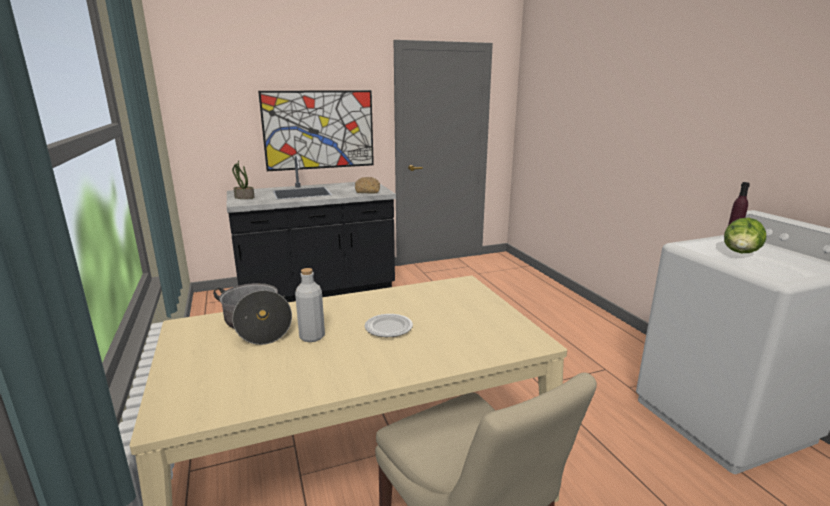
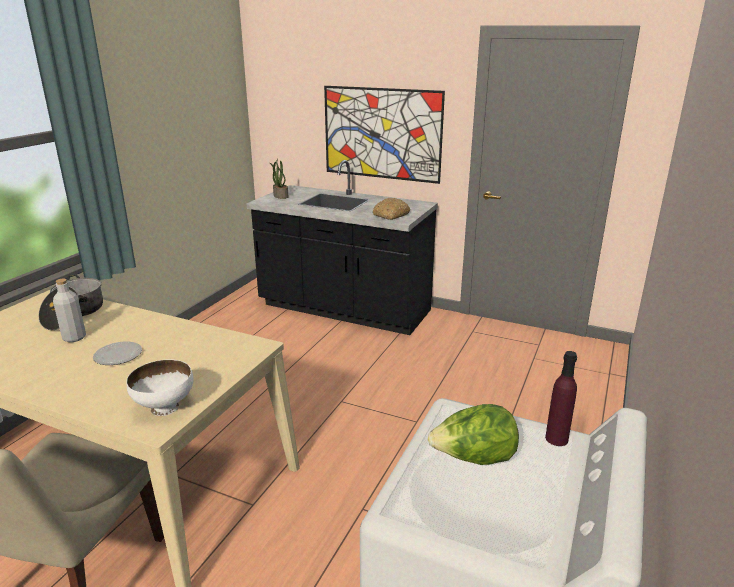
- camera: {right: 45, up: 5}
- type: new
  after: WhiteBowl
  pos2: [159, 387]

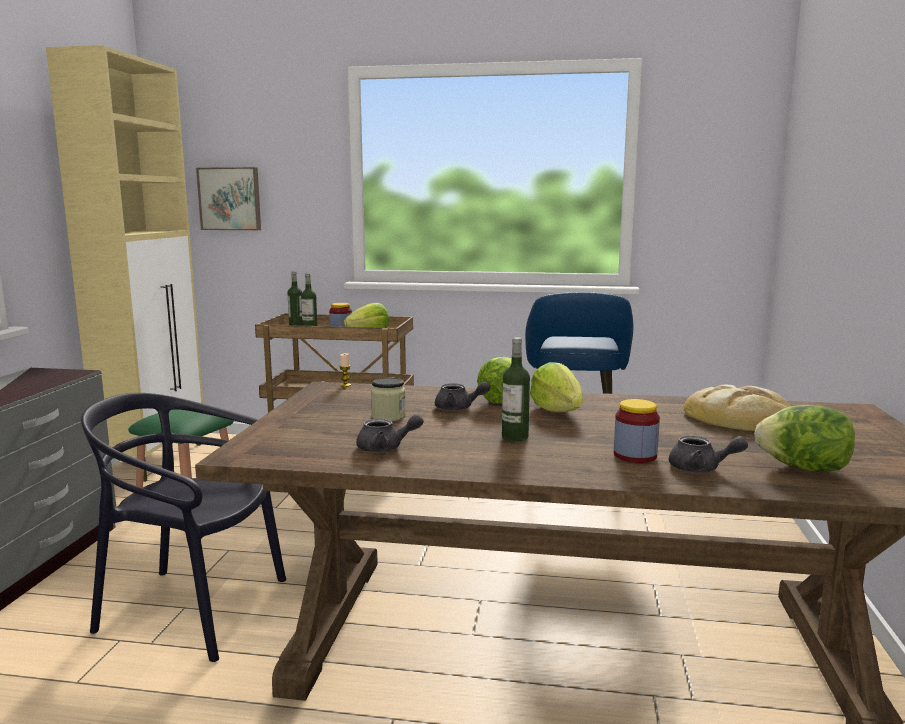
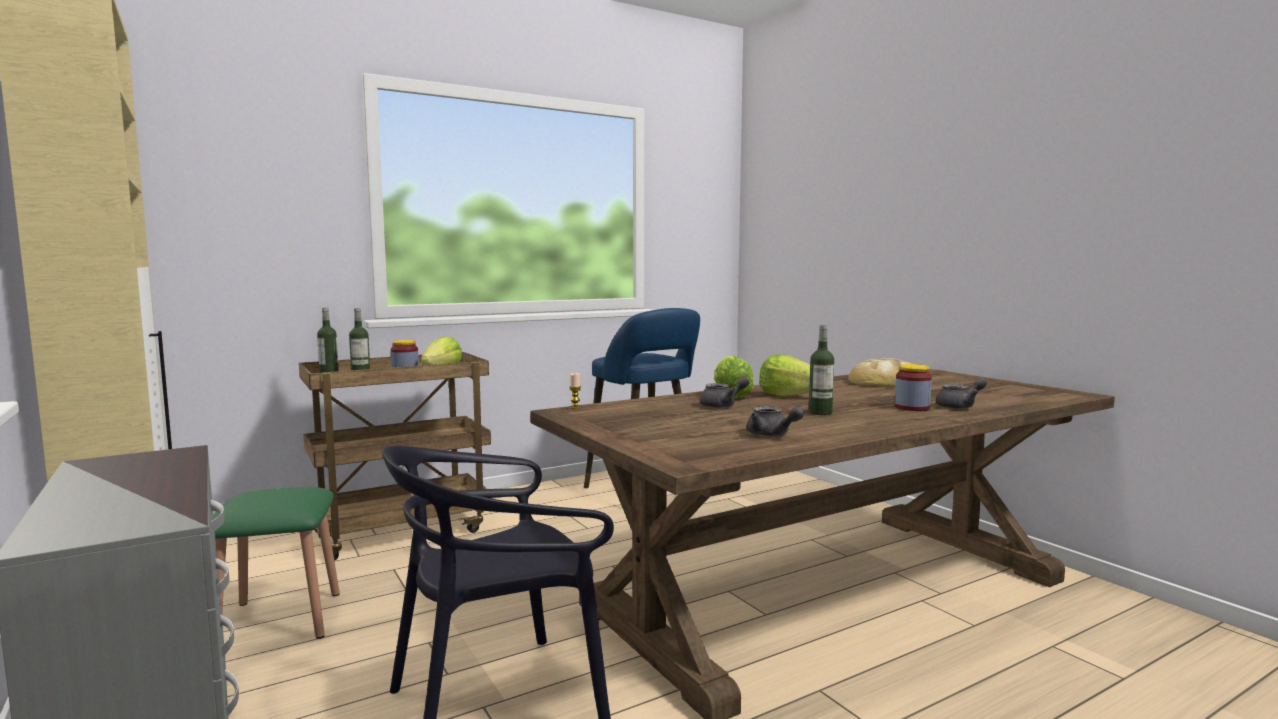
- camera: {right: -40, up: -5}
- type: gone
  before: WallArt
  pos1: [228, 198]
- type: rotated
  before: GreyPotForTea
  pos1: [390, 433]
  pos2: [775, 421]
  turn: 90
- type: gone
  before: Jar
  pos1: [388, 399]
- type: gone
  before: LettuceHead
  pos1: [804, 438]

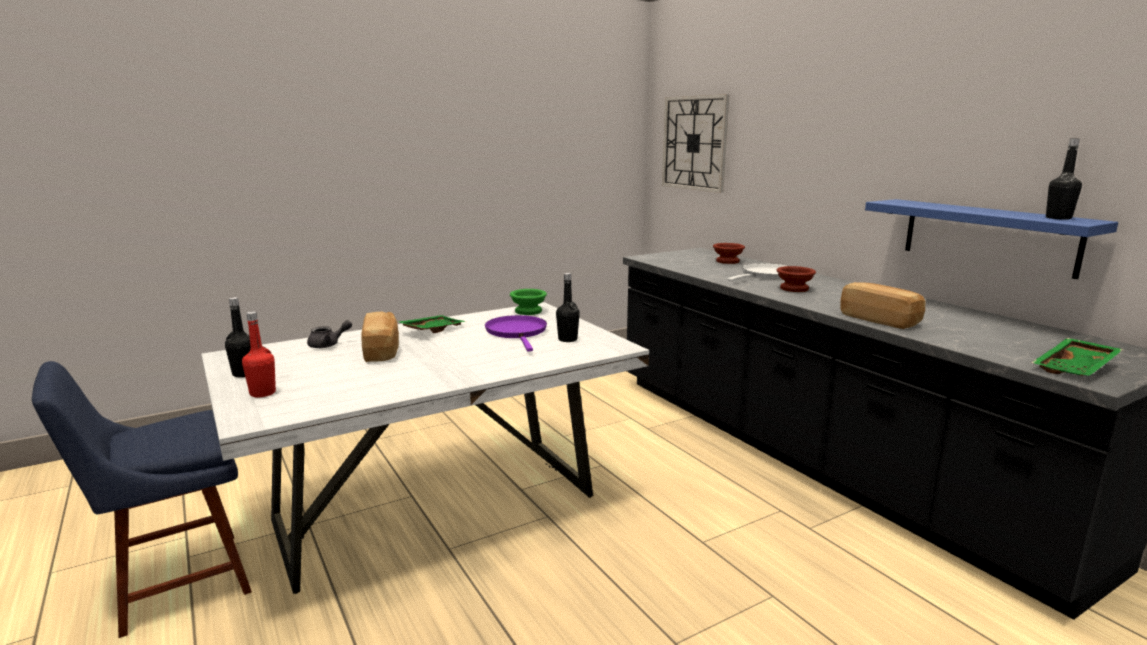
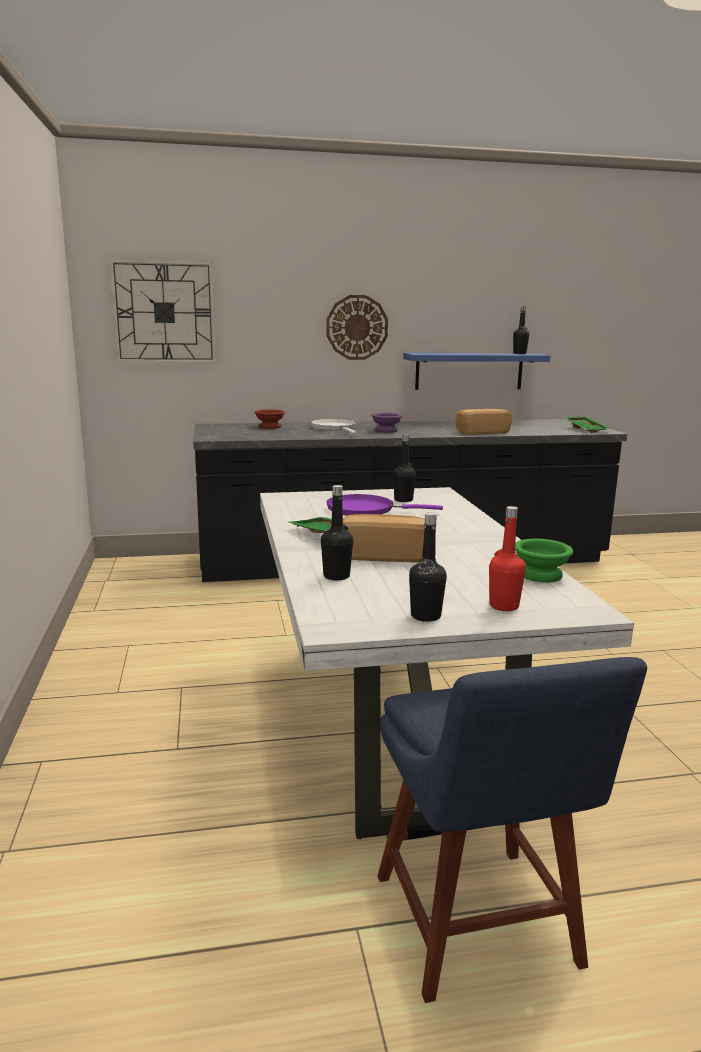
- camera: {right: -70, up: 0}
- type: swapped
  before: GreyPotForTea
  after: BlackishDrinkBottle
  pos1: [329, 334]
  pos2: [337, 533]
- type: shifted
  before: GreenishBowl
  pos1: [528, 302]
  pos2: [544, 561]
- type: repainted
  before: BrownColouredBowl
  after: PurpleBowl
  pos1: [796, 279]
  pos2: [386, 422]
- type: new
  after: ClockOnTheWall
  pos2: [357, 327]

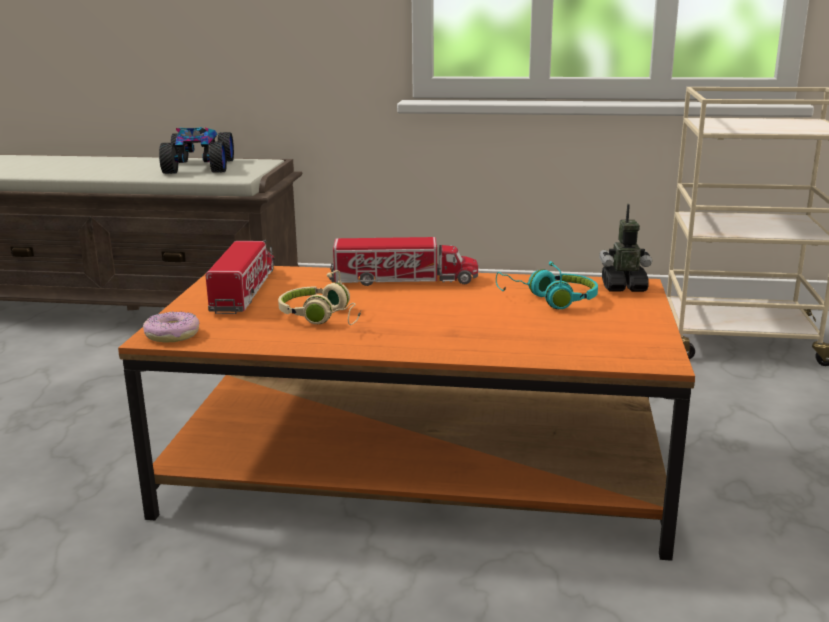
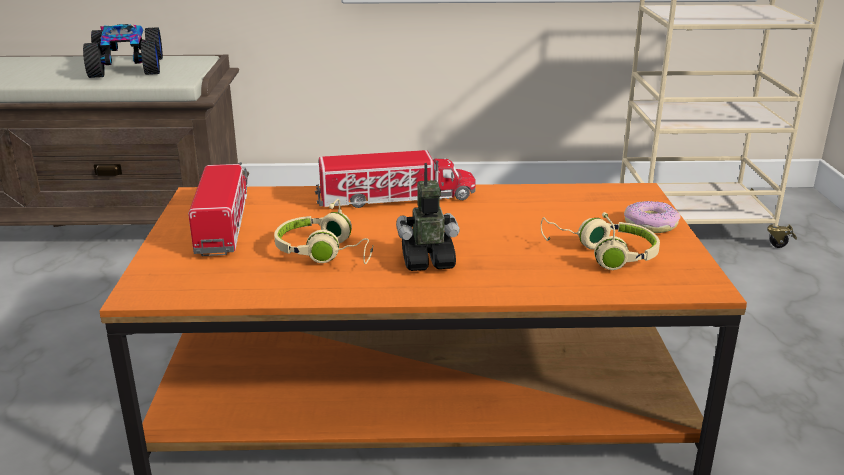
- camera: {right: -10, up: 5}
- type: shifted
  before: RingDoughnut
  pos1: [171, 327]
  pos2: [652, 217]
- type: gone
  before: TurquoiseColouredHeadset
  pos1: [547, 285]
- type: shifted
  before: ModelRobot
  pos1: [625, 248]
  pos2: [428, 217]
- type: new
  after: BeigeColouredHeadset
  pos2: [600, 241]

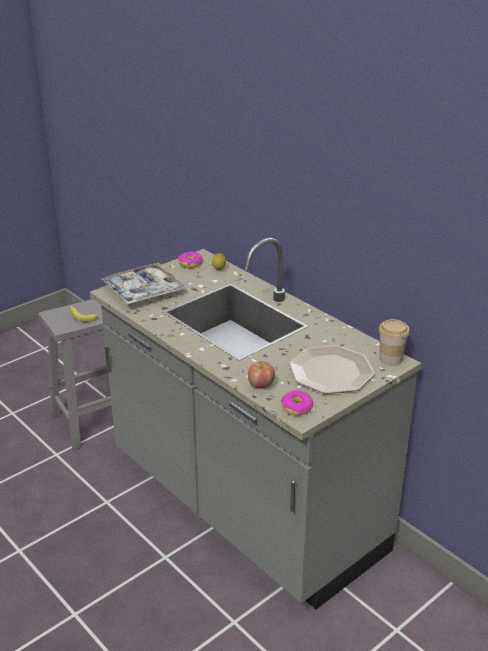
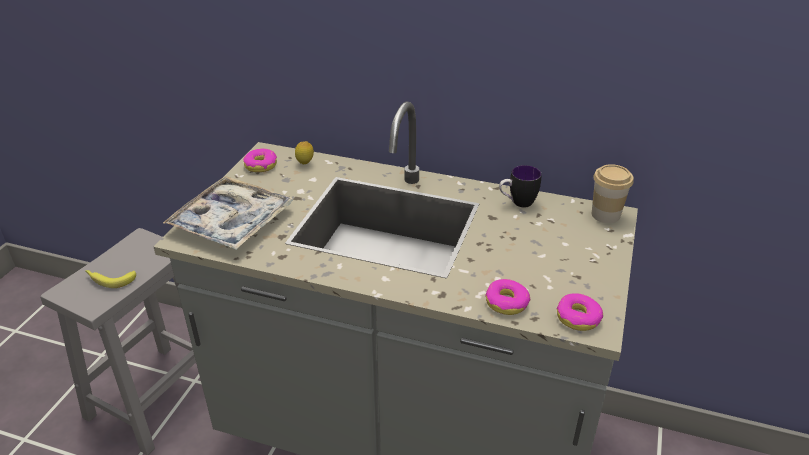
- camera: {right: -30, up: 5}
- type: swapped
  before: WholeApple
  after: RingDoughnut
  pos1: [261, 375]
  pos2: [507, 297]
- type: gone
  before: Plate
  pos1: [332, 369]
- type: new
  after: Mug
  pos2: [520, 186]

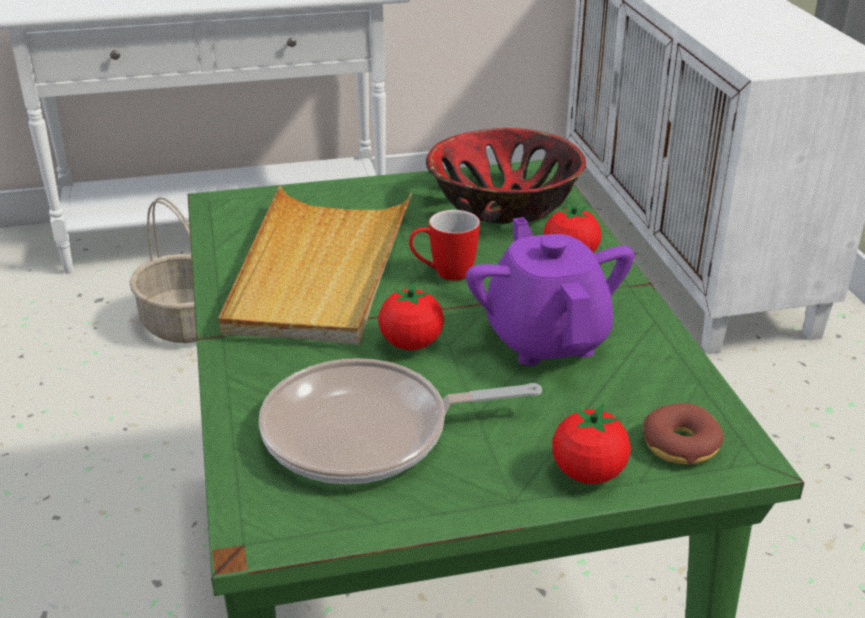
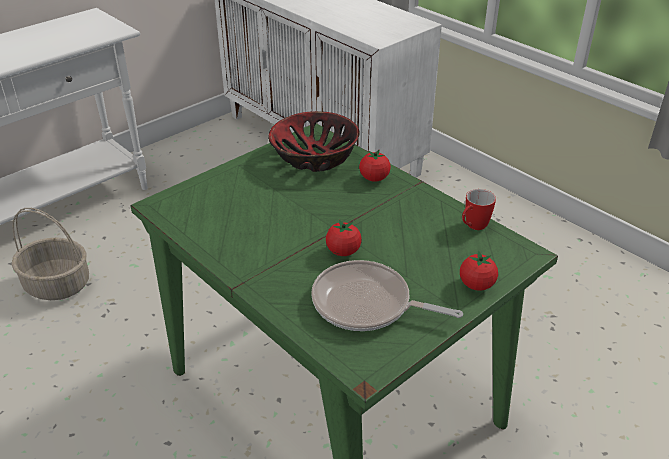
- camera: {right: -30, up: 5}
- type: gone
  before: BeigeColouredServingTray
  pos1: [315, 265]
- type: rotated
  before: Skillet
  pos1: [400, 421]
  pos2: [387, 295]
  turn: 60
- type: shifted
  before: Mug
  pos1: [444, 245]
  pos2: [479, 209]
- type: gone
  before: PurplePotForTea
  pos1: [550, 291]
- type: gone
  before: RingDoughnut
  pos1: [684, 434]

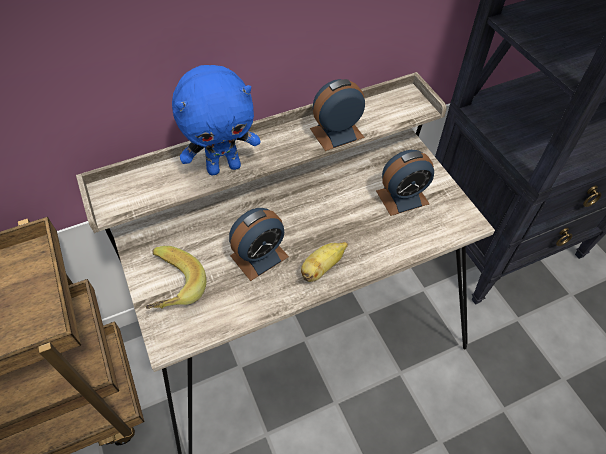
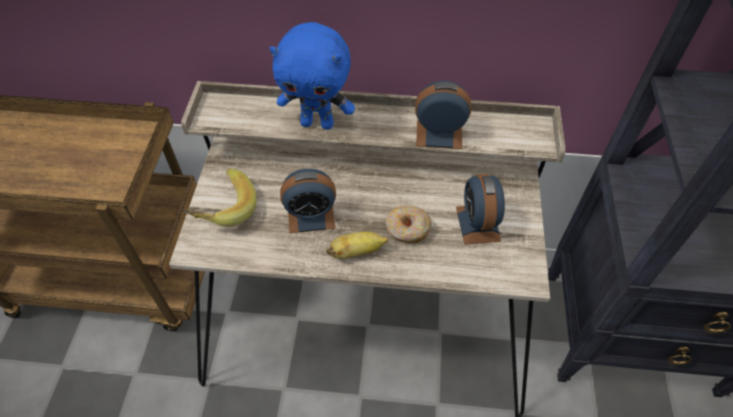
- camera: {right: 30, up: 0}
- type: rotated
  before: TableClock
  pos1: [405, 183]
  pos2: [480, 209]
  turn: 75
- type: new
  after: RingDoughnut
  pos2: [409, 224]

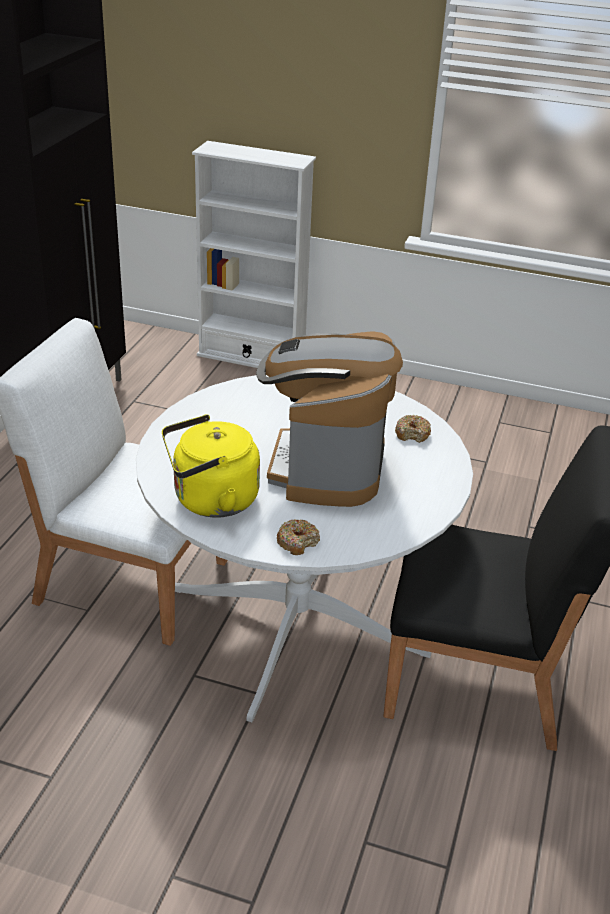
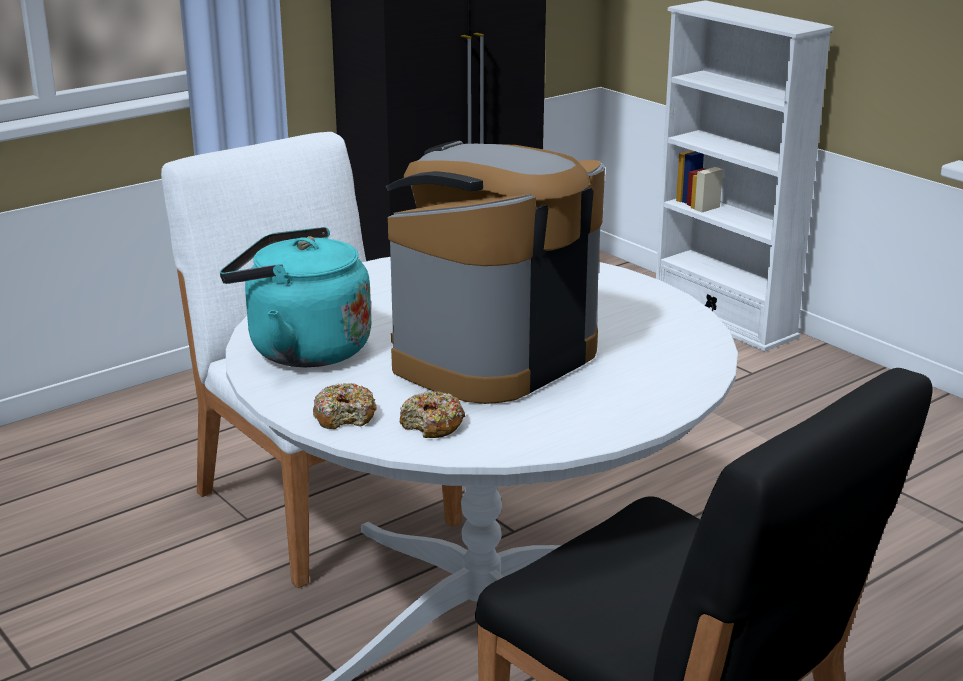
- camera: {right: 35, up: -10}
- type: repainted
  before: YellowTeaKettle
  after: TurquoiseColouredTeaKettle
  pos1: [211, 466]
  pos2: [295, 297]
- type: shifted
  before: RingDoughnut
  pos1: [413, 428]
  pos2: [432, 414]

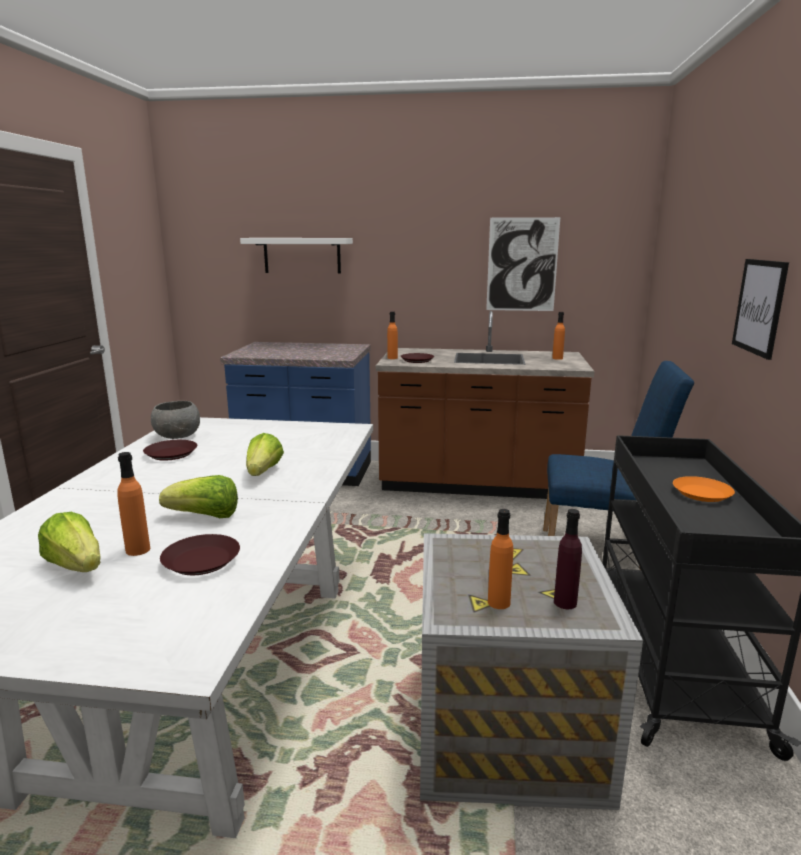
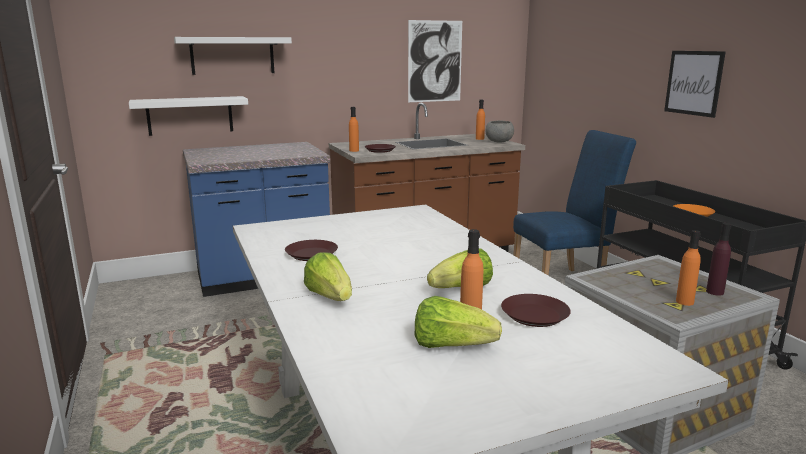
- camera: {right: -30, up: 0}
- type: shifted
  before: GreyBowl
  pos1: [175, 420]
  pos2: [500, 131]
- type: shifted
  before: LettuceHead
  pos1: [265, 454]
  pos2: [328, 276]
- type: new
  after: WhiteWallShelf
  pos2: [188, 116]

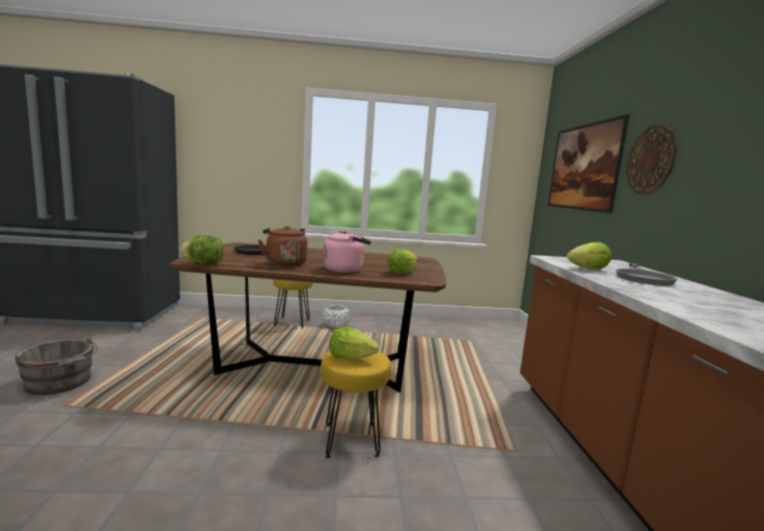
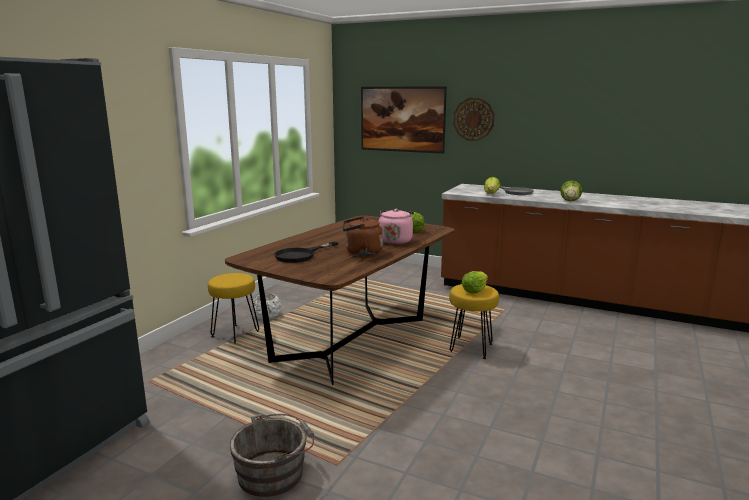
- camera: {right: -60, up: 5}
- type: shifted
  before: LettuceHead
  pos1: [202, 250]
  pos2: [571, 190]

